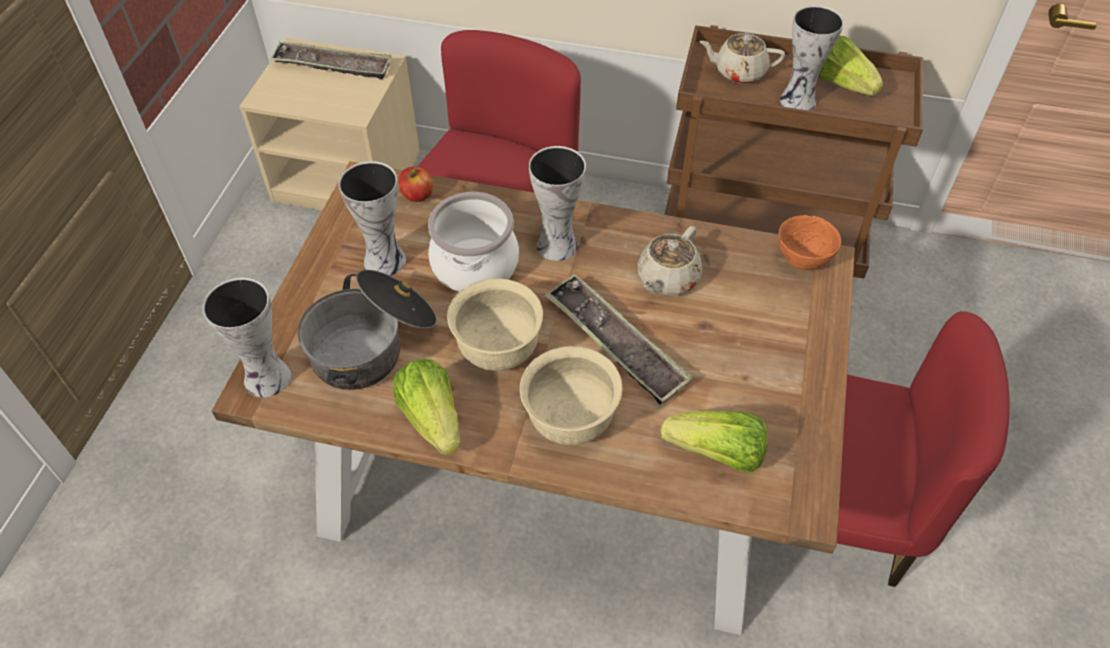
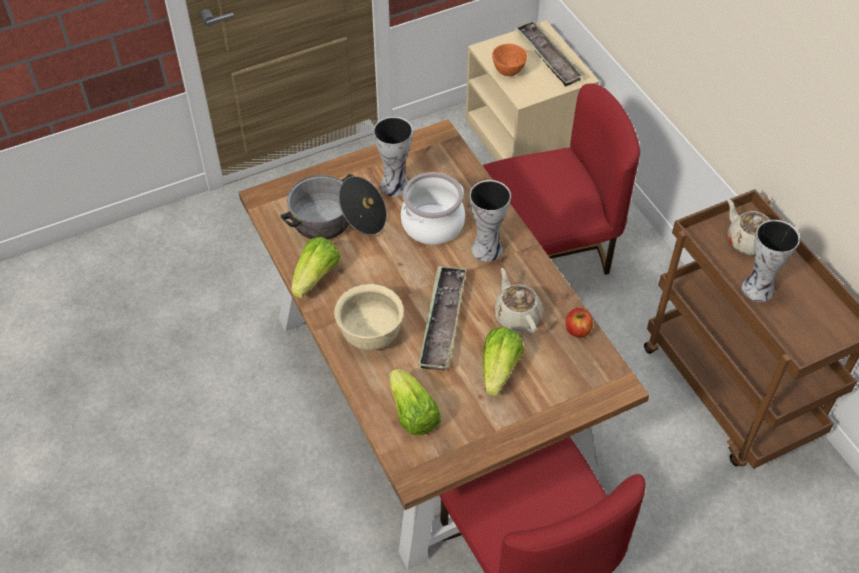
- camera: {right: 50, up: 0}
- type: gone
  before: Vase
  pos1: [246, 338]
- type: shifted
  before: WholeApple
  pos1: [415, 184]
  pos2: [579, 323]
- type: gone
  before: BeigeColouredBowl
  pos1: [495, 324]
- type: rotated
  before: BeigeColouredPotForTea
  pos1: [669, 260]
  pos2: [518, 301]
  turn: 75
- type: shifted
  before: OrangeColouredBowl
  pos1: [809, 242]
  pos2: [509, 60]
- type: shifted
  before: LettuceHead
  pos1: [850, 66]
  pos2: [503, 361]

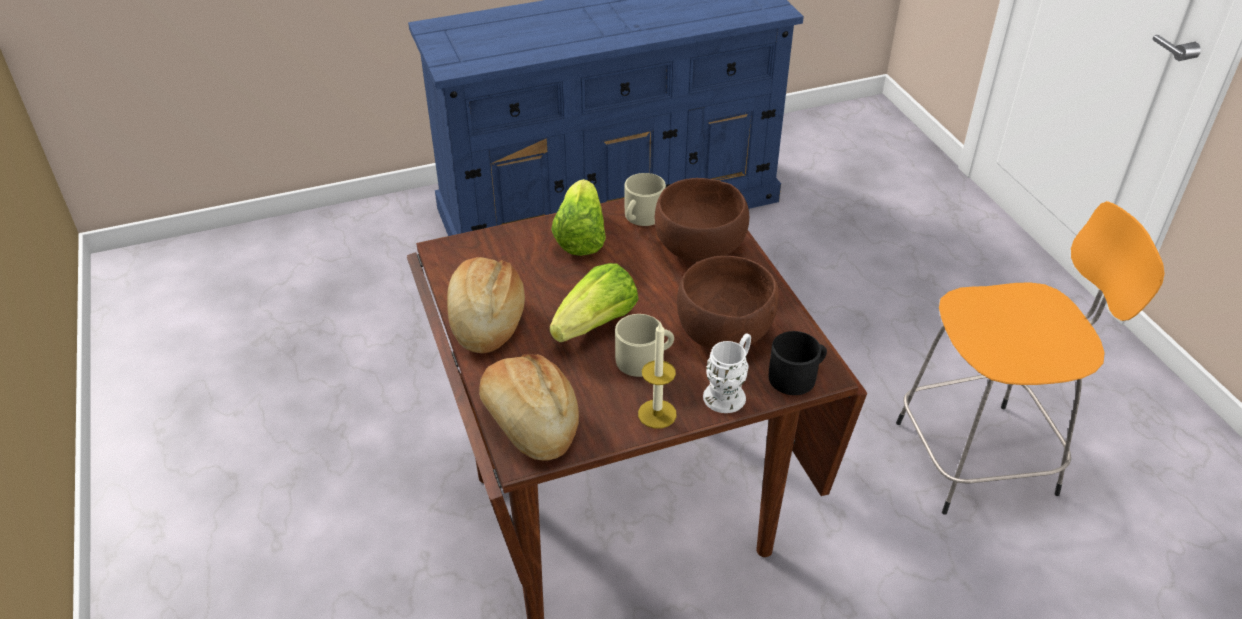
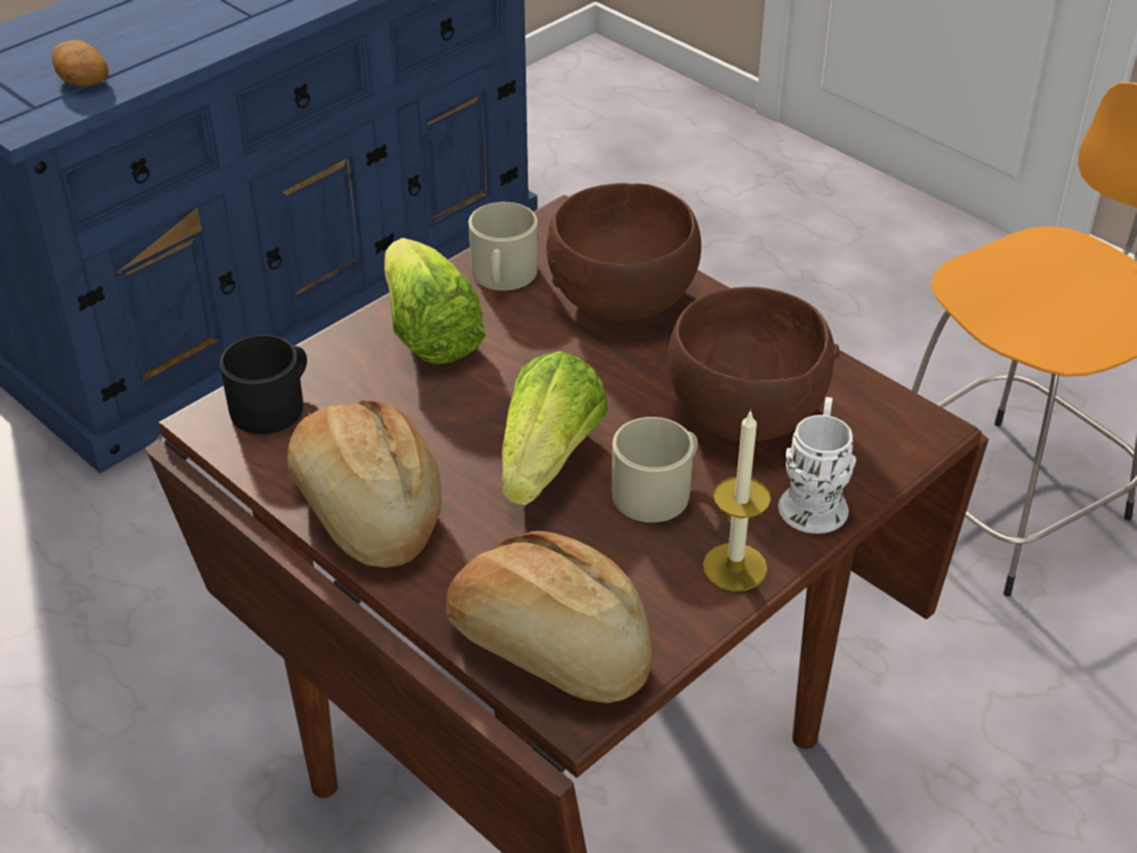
- camera: {right: -25, up: 0}
- type: shifted
  before: BlackishMug
  pos1: [798, 363]
  pos2: [263, 384]
- type: new
  after: Potato
  pos2: [80, 63]

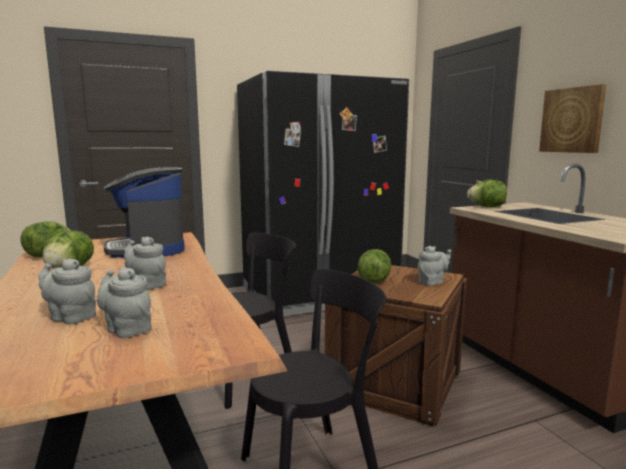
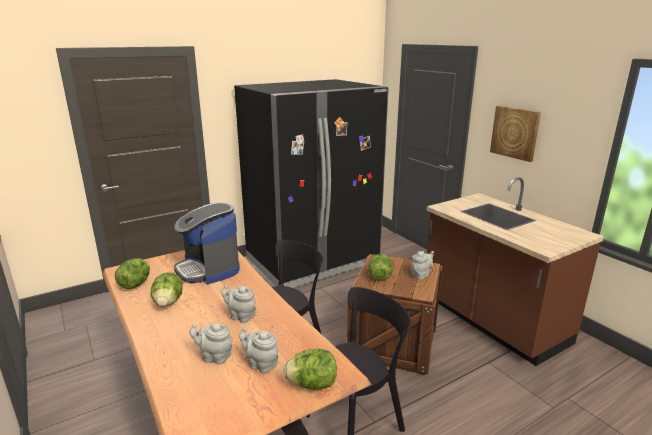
- camera: {right: -10, up: 10}
- type: shifted
  before: LettuceHead
  pos1: [487, 193]
  pos2: [310, 369]

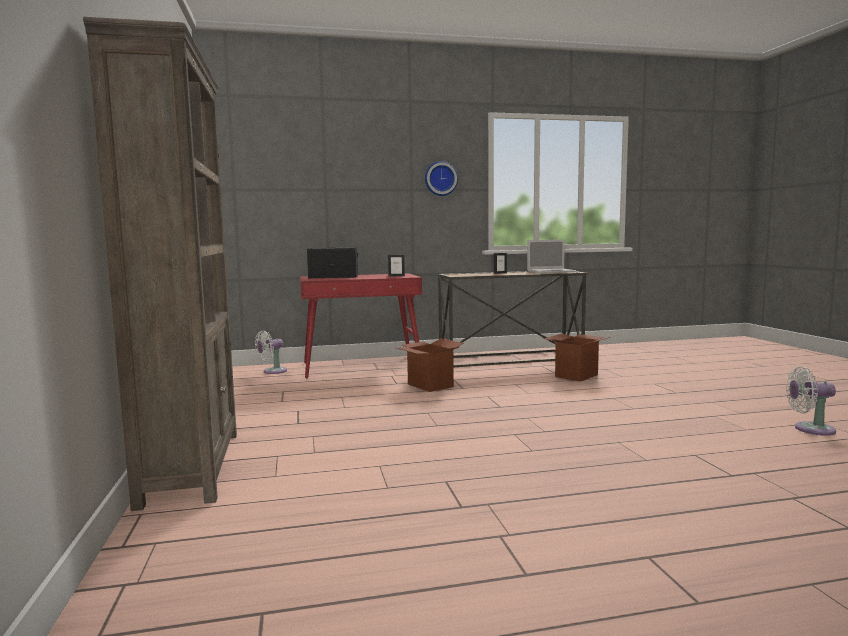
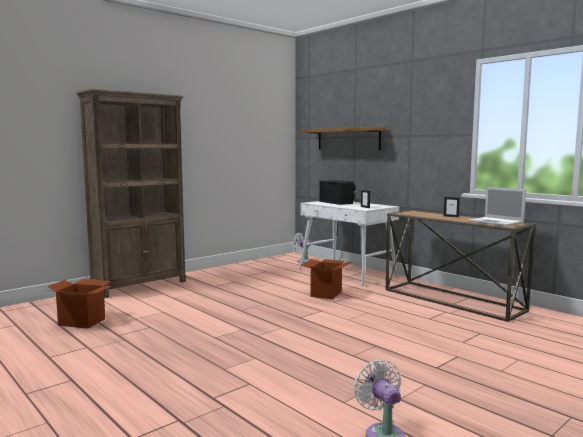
- camera: {right: 60, up: 0}
- type: repainted
  before: RedDesk
  after: WhiteDesk
  pos1: [361, 325]
  pos2: [349, 243]
- type: gone
  before: ClockOnTheWall
  pos1: [441, 178]
- type: shifted
  before: CardboardBox
  pos1: [577, 358]
  pos2: [79, 304]
- type: new
  after: WallShelf
  pos2: [344, 138]

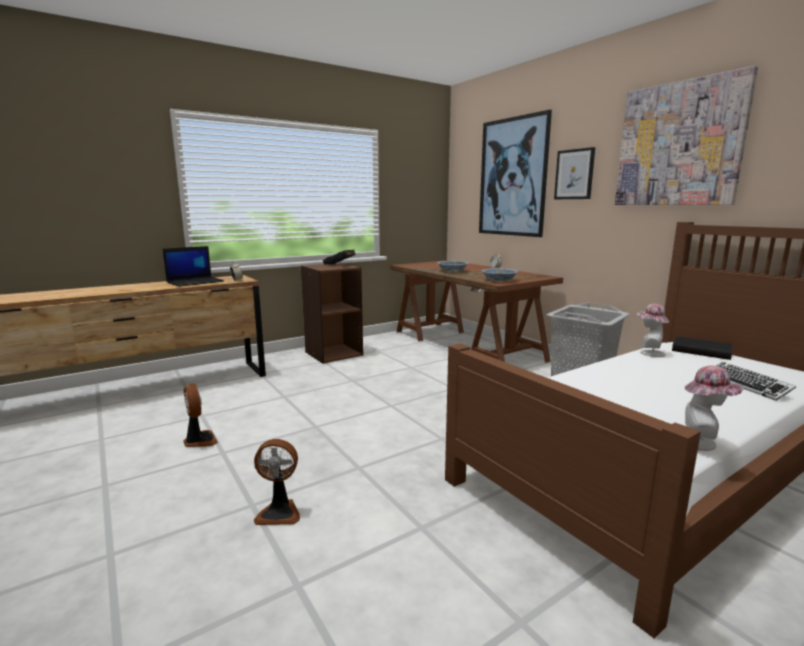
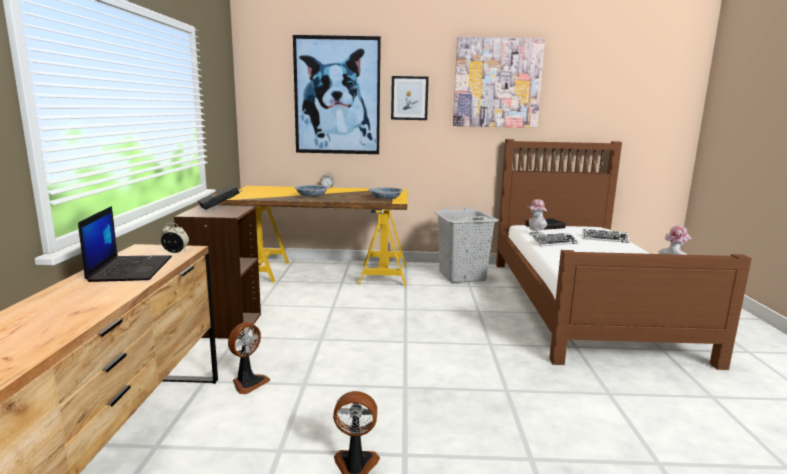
- camera: {right: -55, up: 0}
- type: shifted
  before: Fan
  pos1: [277, 482]
  pos2: [249, 358]
- type: repainted
  before: BrownColouredDesk
  after: YellowDesk
  pos1: [476, 311]
  pos2: [312, 236]
- type: new
  after: PcKeyboard
  pos2: [556, 239]

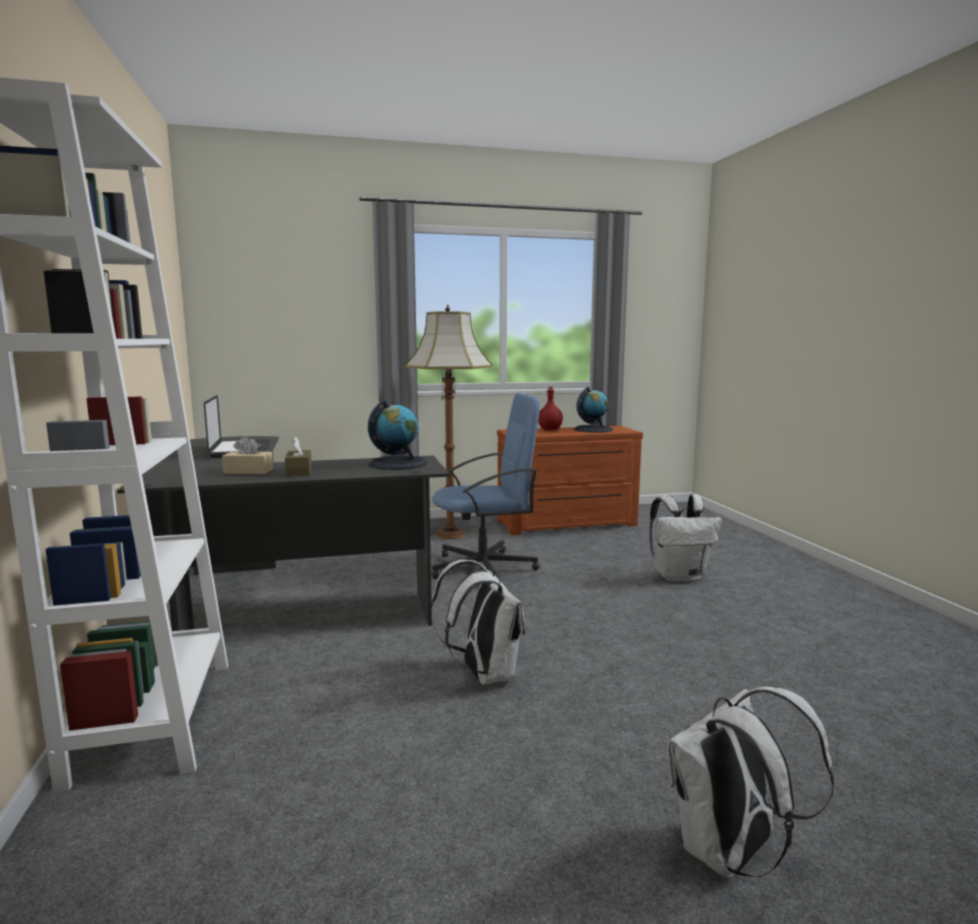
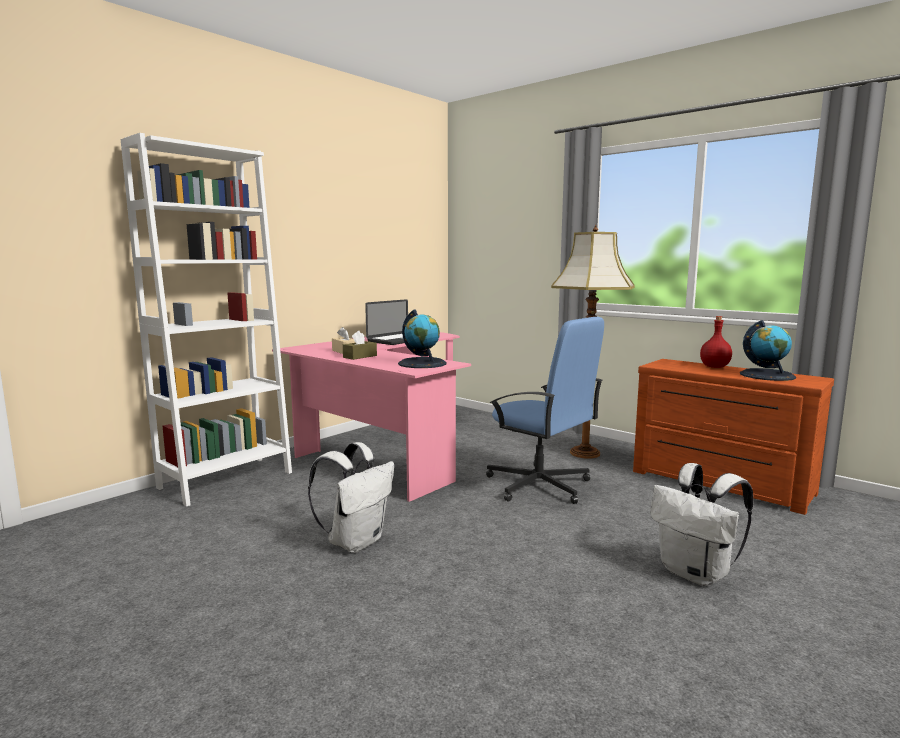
- camera: {right: 55, up: 0}
- type: repainted
  before: BlackishDesk
  after: PinkColouredDesk
  pos1: [283, 533]
  pos2: [371, 417]
- type: gone
  before: WhiteBackpack
  pos1: [750, 782]

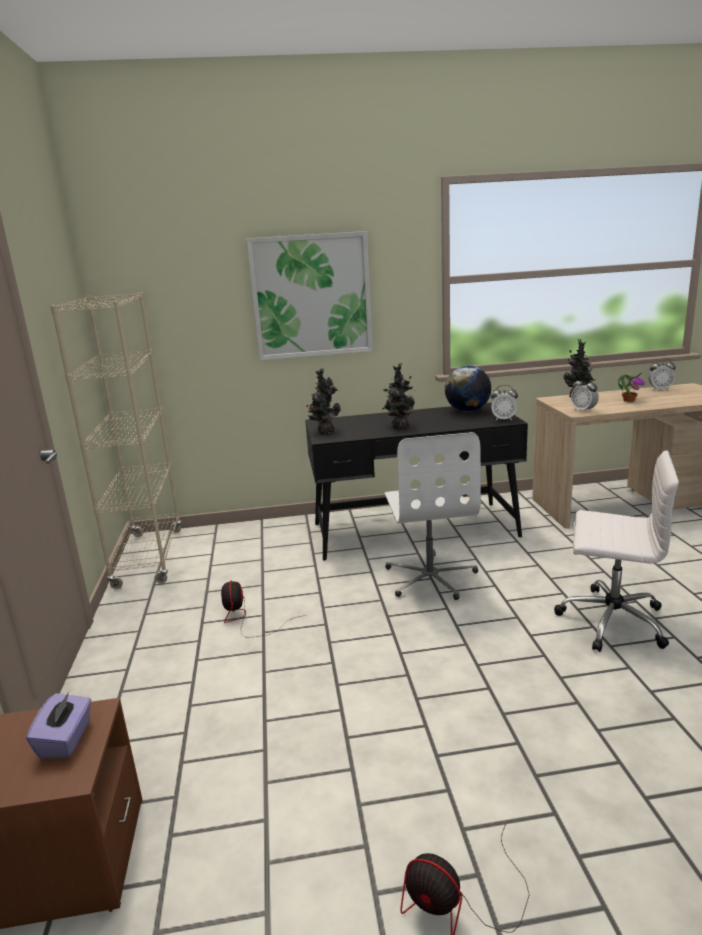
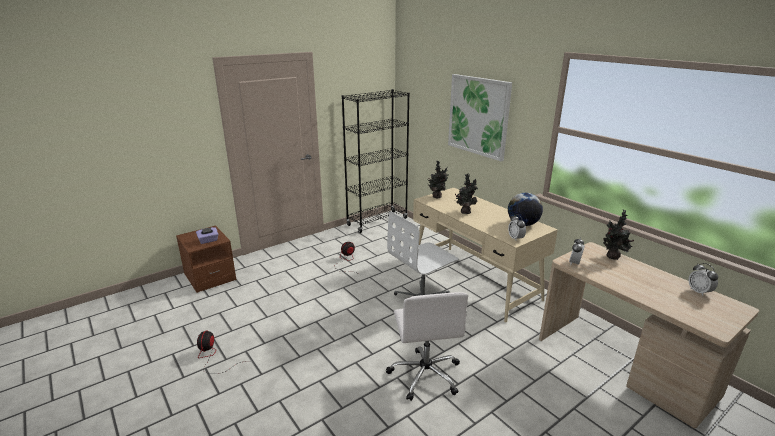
- camera: {right: 60, up: 5}
- type: repainted
  before: BeigeColouredShelvingUnit
  after: BlackishShelvingUnit
  pos1: [116, 440]
  pos2: [376, 161]
- type: repainted
  before: BlackishDesk
  after: BeigeColouredDesk
  pos1: [416, 482]
  pos2: [485, 255]
- type: gone
  before: PlantInAPot
  pos1: [631, 387]

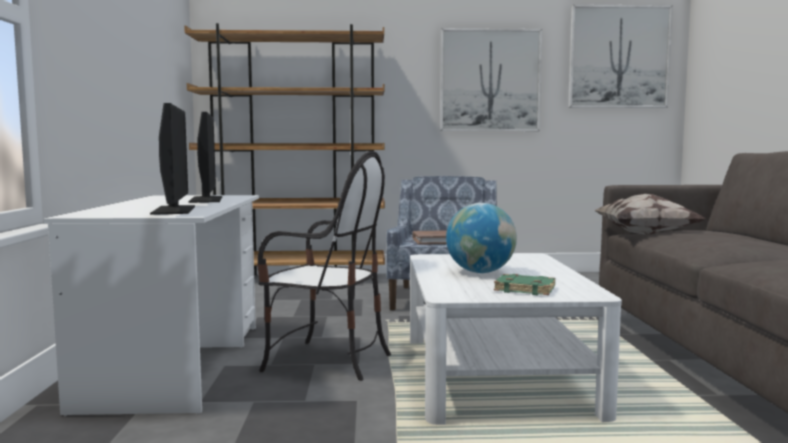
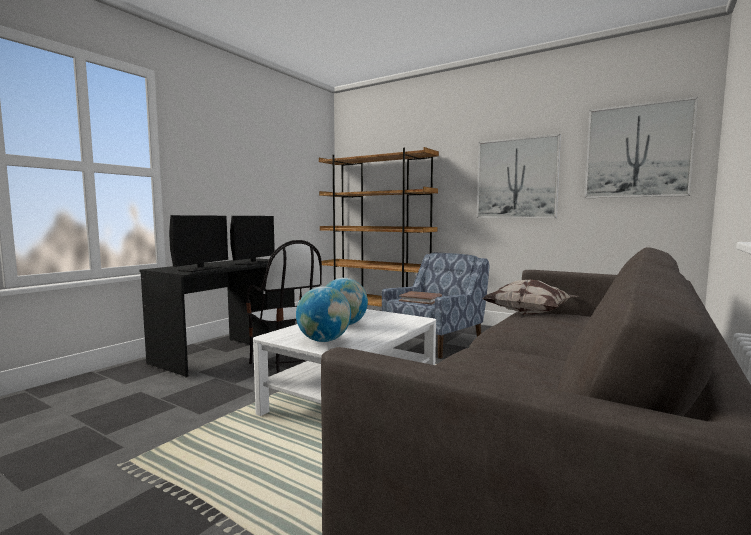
- camera: {right: 35, up: 0}
- type: repainted
  before: WhiteDesk
  after: BlackishDesk
  pos1: [151, 305]
  pos2: [217, 317]
- type: swapped
  before: GreenishBook
  after: WorldGlobe
  pos1: [524, 284]
  pos2: [323, 314]

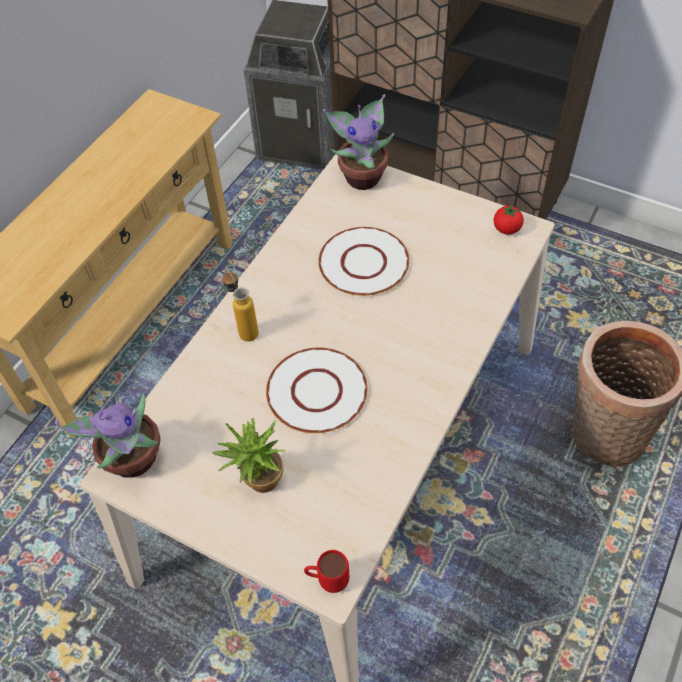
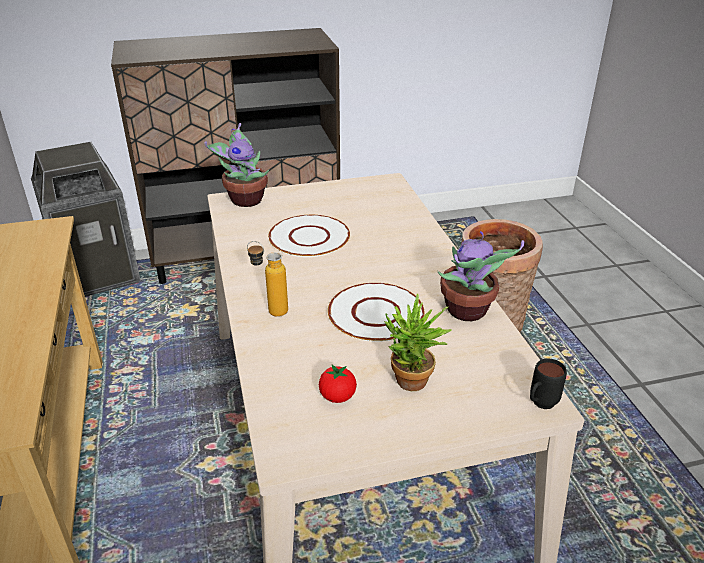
- camera: {right: -45, up: -20}
- type: shifted
  before: PlantInAPot
  pos1: [108, 436]
  pos2: [481, 276]
- type: repainted
  before: RedMug
  after: BlackishMug
  pos1: [326, 571]
  pos2: [548, 384]
- type: shifted
  before: Tomato
  pos1: [508, 219]
  pos2: [338, 383]

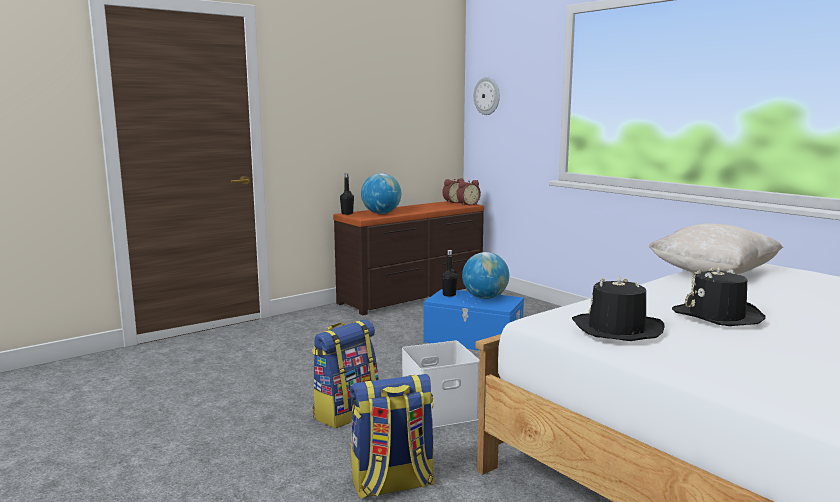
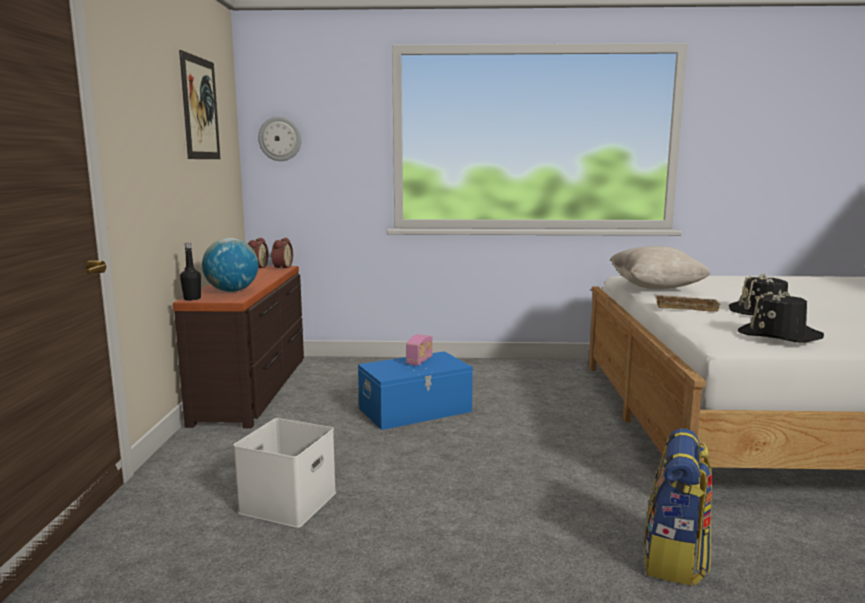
- camera: {right: -50, up: 0}
- type: gone
  before: Backpack
  pos1: [345, 373]
- type: shifted
  before: WhiteStorageBox
  pos1: [440, 384]
  pos2: [284, 473]
- type: gone
  before: BlackishDrinkBottle
  pos1: [450, 273]
- type: swapped
  before: WorldGlobe
  after: Radio
  pos1: [485, 275]
  pos2: [419, 349]
- type: new
  after: WallArt
  pos2: [199, 104]
- type: new
  after: BeigeColouredServingTray
  pos2: [687, 303]

